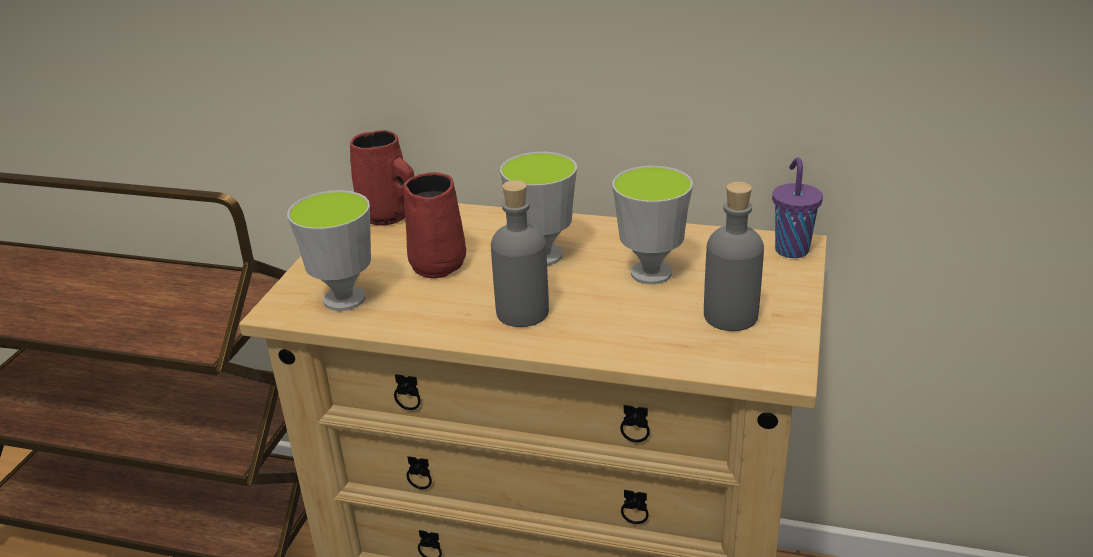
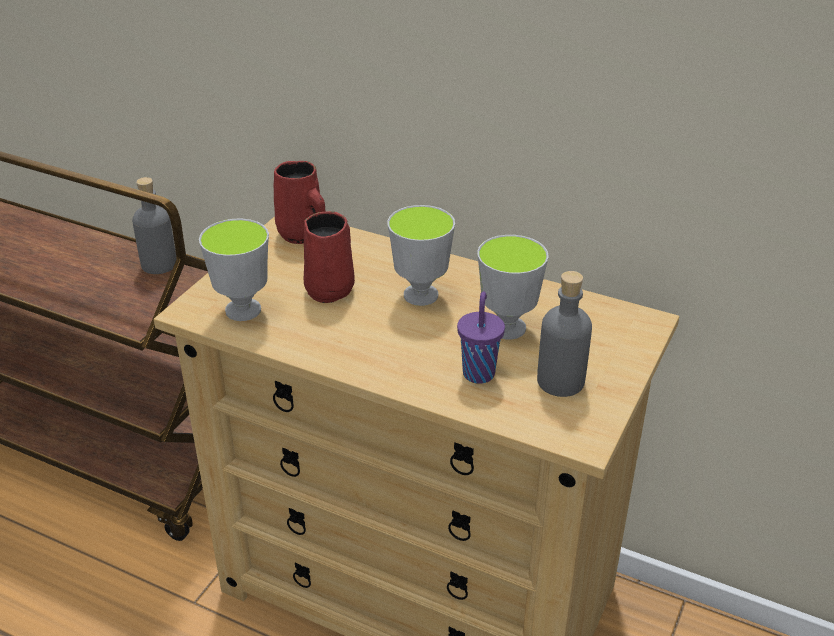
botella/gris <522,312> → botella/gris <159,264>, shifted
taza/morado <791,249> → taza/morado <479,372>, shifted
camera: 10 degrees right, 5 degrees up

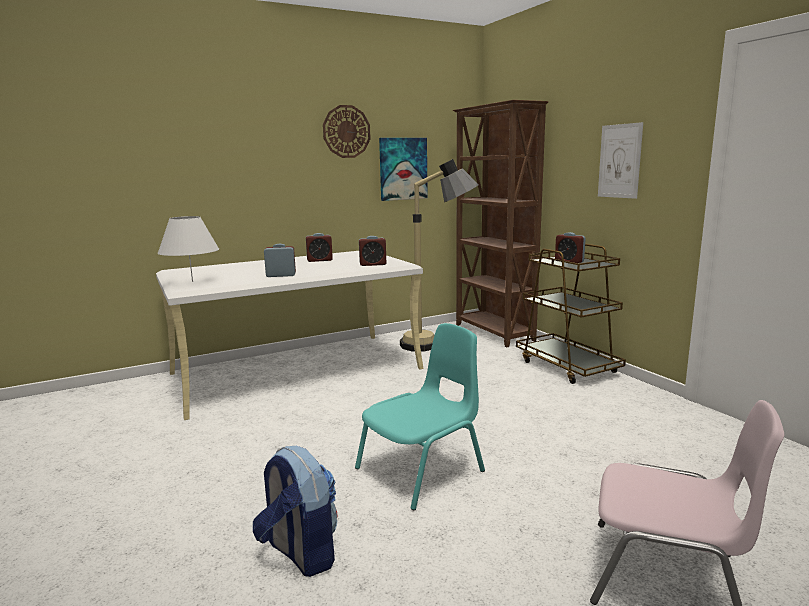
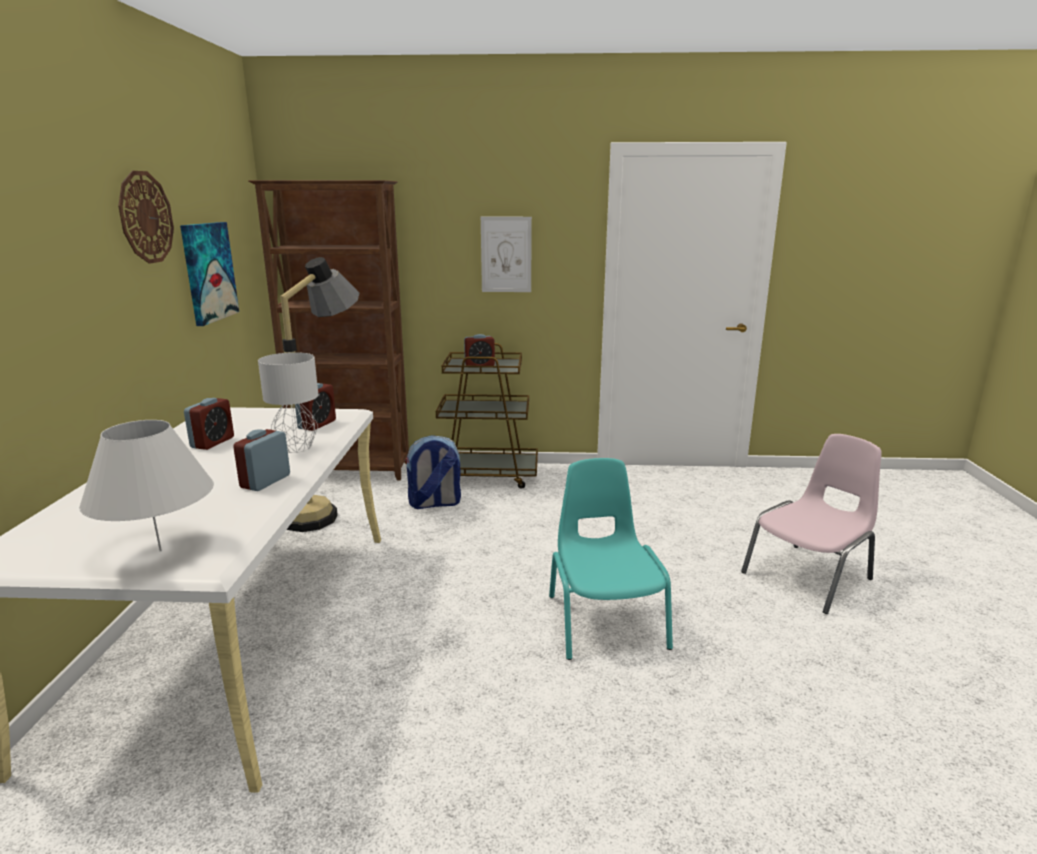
- → lámpara de mesa/gris <297,448>
mochila <300,553> → mochila <434,503>, shifted
camera: 60 degrees left, 5 degrees up

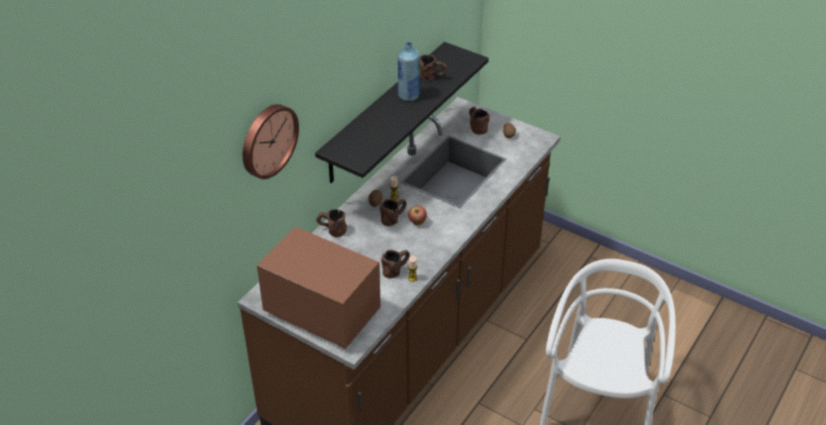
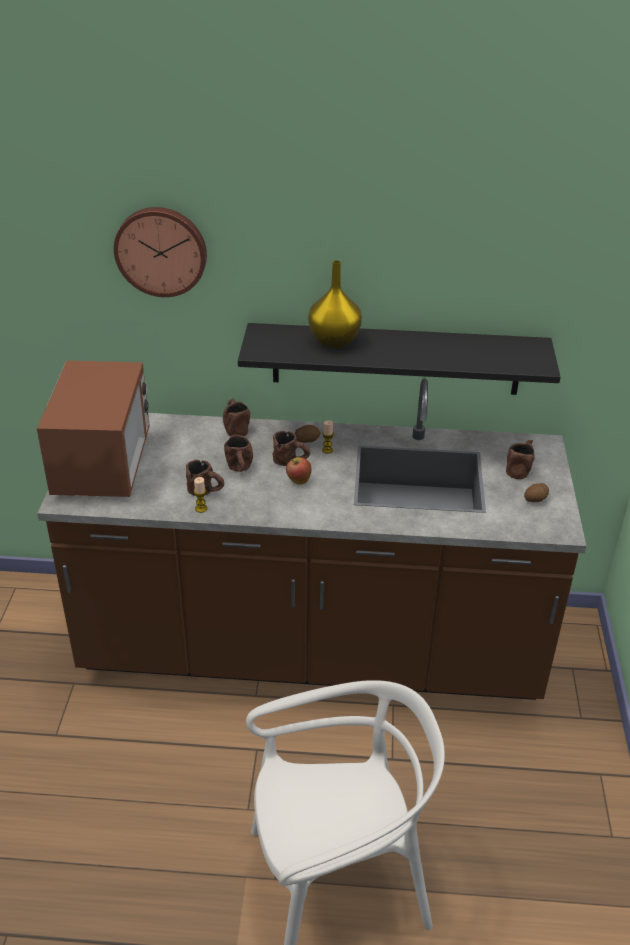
botella/azul <408,96> → -
- → florero/amarillo <333,341>
taza grande/marrón <432,77> → taza grande/marrón <240,469>, shifted
camera: 60 degrees right, 5 degrees down

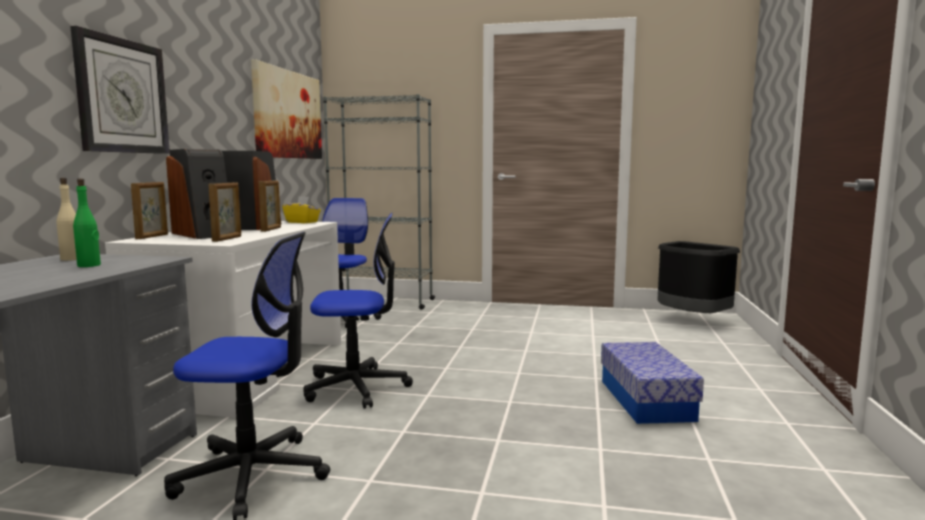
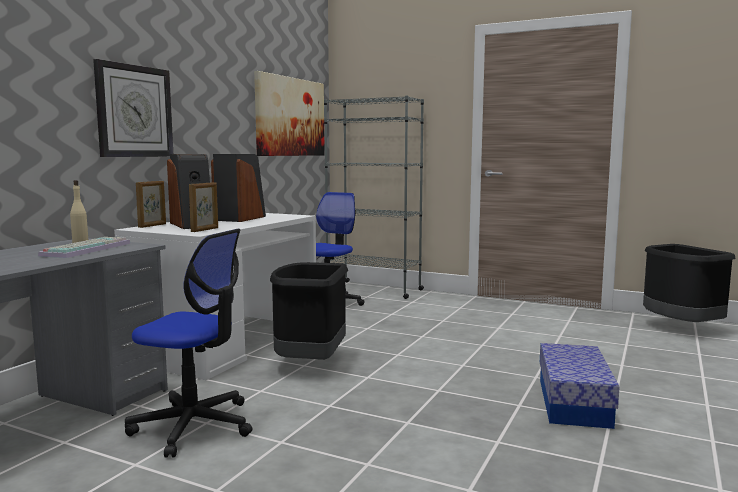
portarretratos <271,229> → -
caja de pañuelos/amarillo <302,222> → -
botella/verde <89,265> → teclado <86,249>
silla de oficina <356,387> → papelera/negro <310,364>
camera: 15 degrees right, 0 degrees up

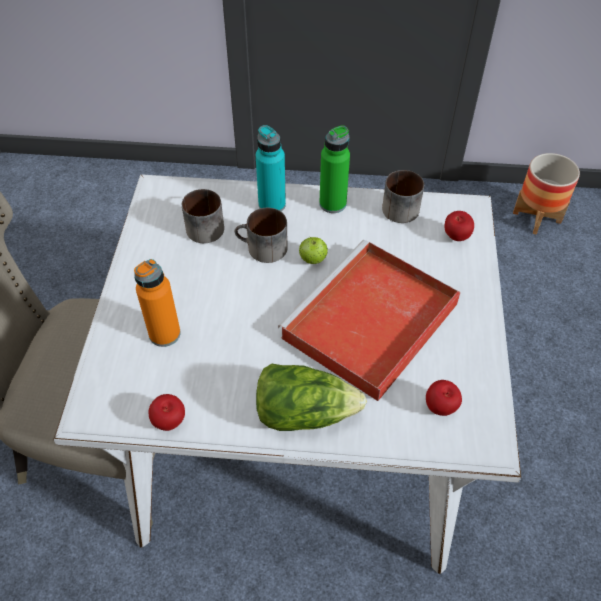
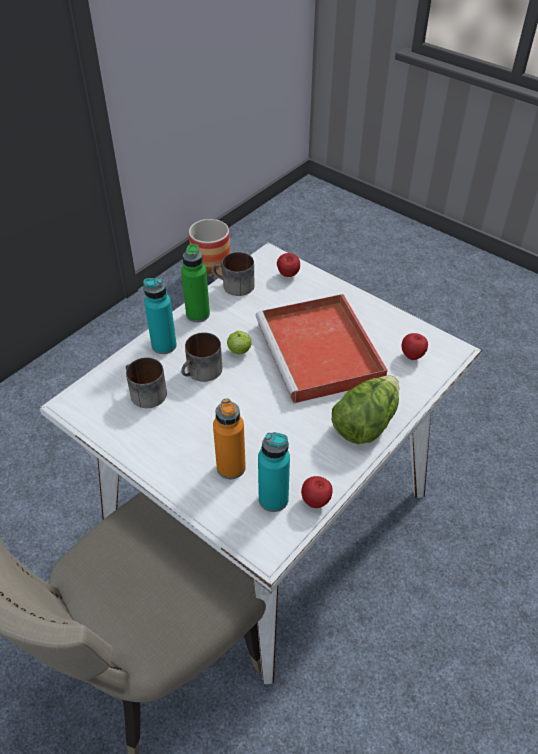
- → botella/turquesa <273,499>
camera: 55 degrees left, 5 degrees down

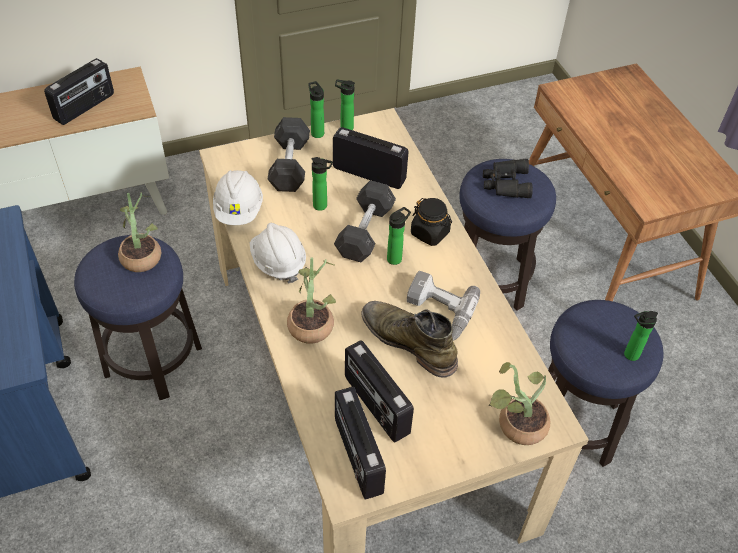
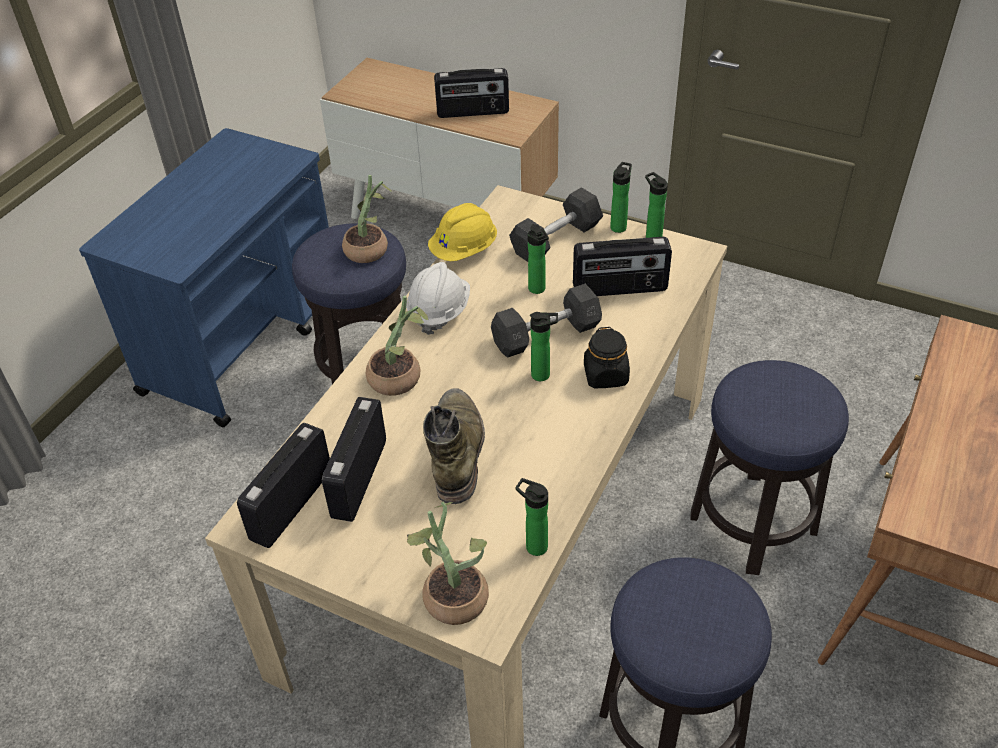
taladro <438,311> → -
prismáticos/negro <505,183> → -
botella <629,355> → botella <533,545>, shifted
casco/blanco <239,210> → casco/amarillo <464,250>
radio <369,173> → radio <620,289>, 105 degrees clockwise
camera: 50 degrees right, 5 degrees down

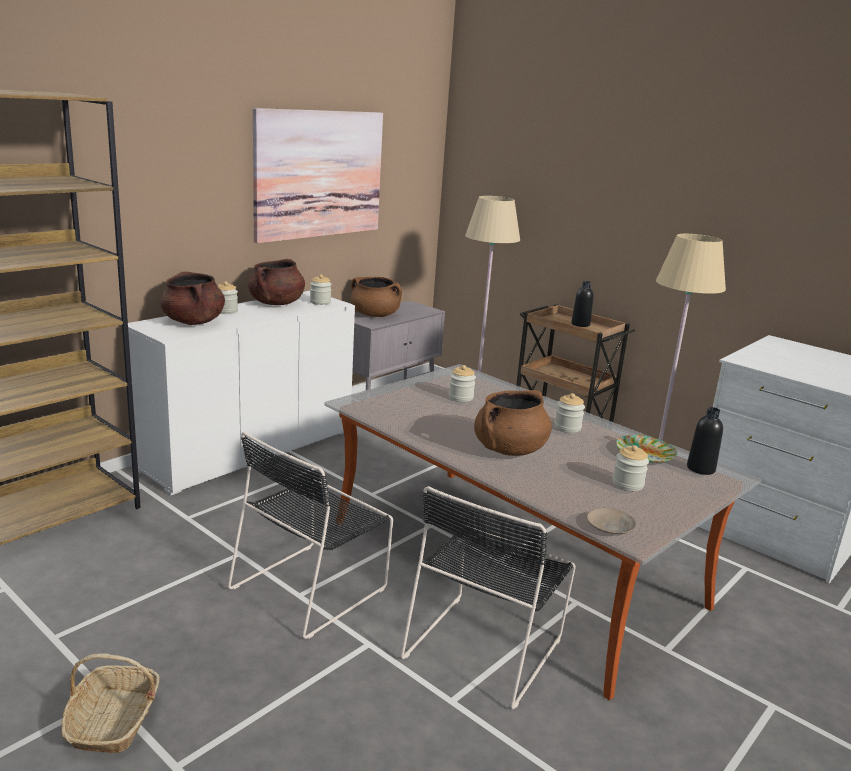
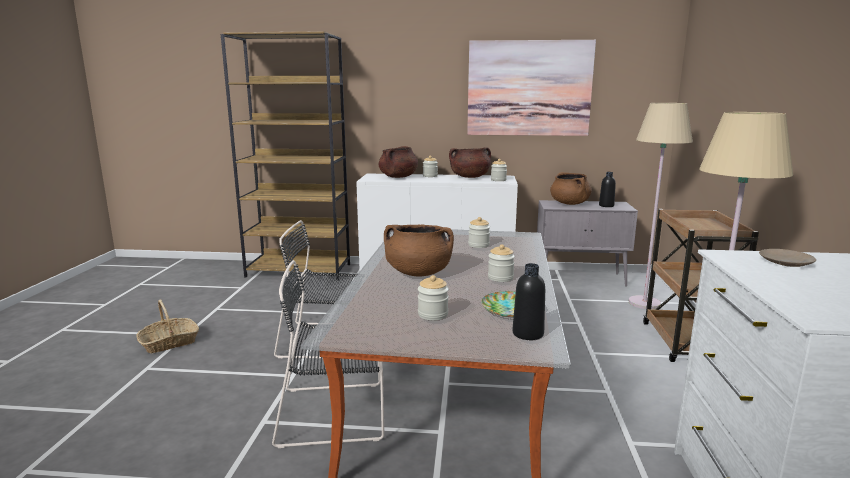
botella/negro <580,324> → botella/negro <606,205>, shifted
plato/beis <610,527> → plato/beis <786,263>, shifted
camera: 55 degrees right, 5 degrees down

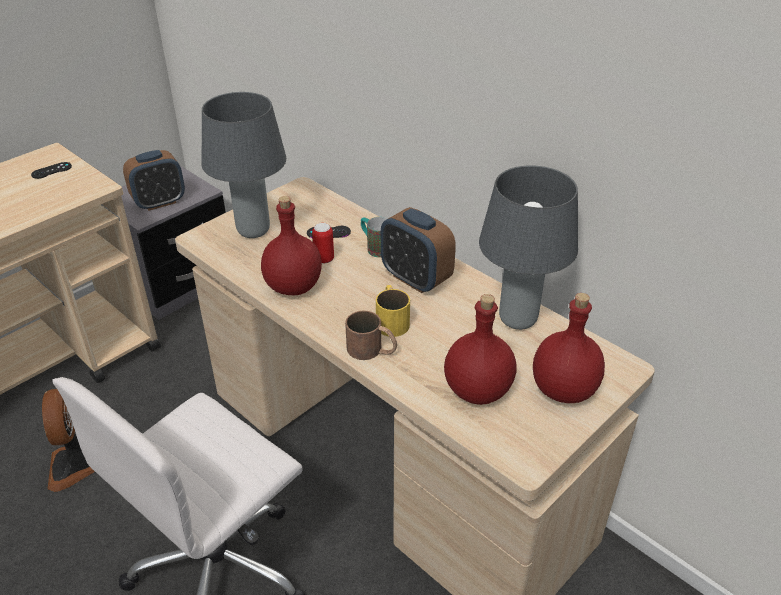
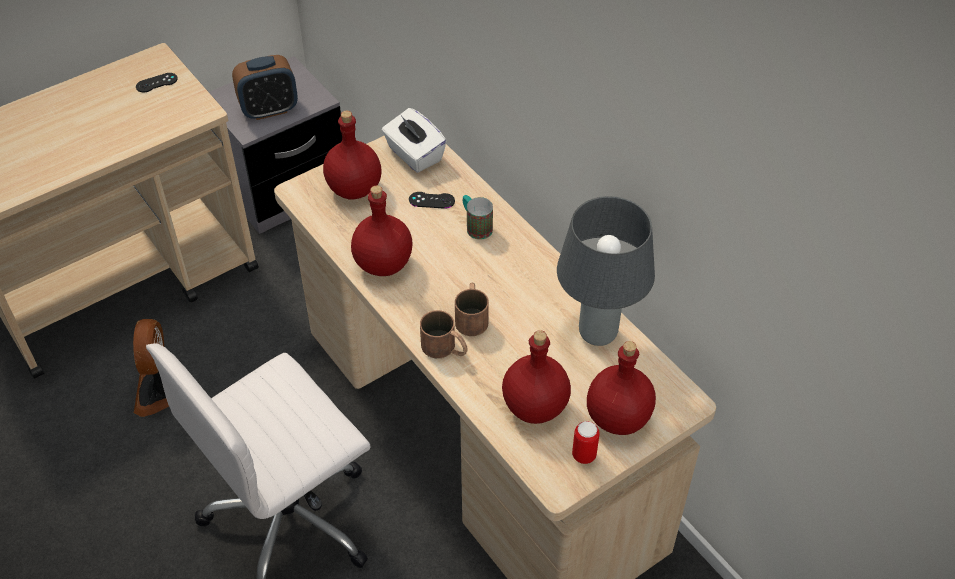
despertador <416,279> → -
- → caja de pañuelos/blanco <414,155>
lata <324,259> → lata <584,455>, shifted
lámpara de mesa/gris <253,231> → botella/rojo <354,189>
taza grande/amarillo <391,319> → taza grande/marrón <472,316>
camera: 10 degrees right, 10 degrees up

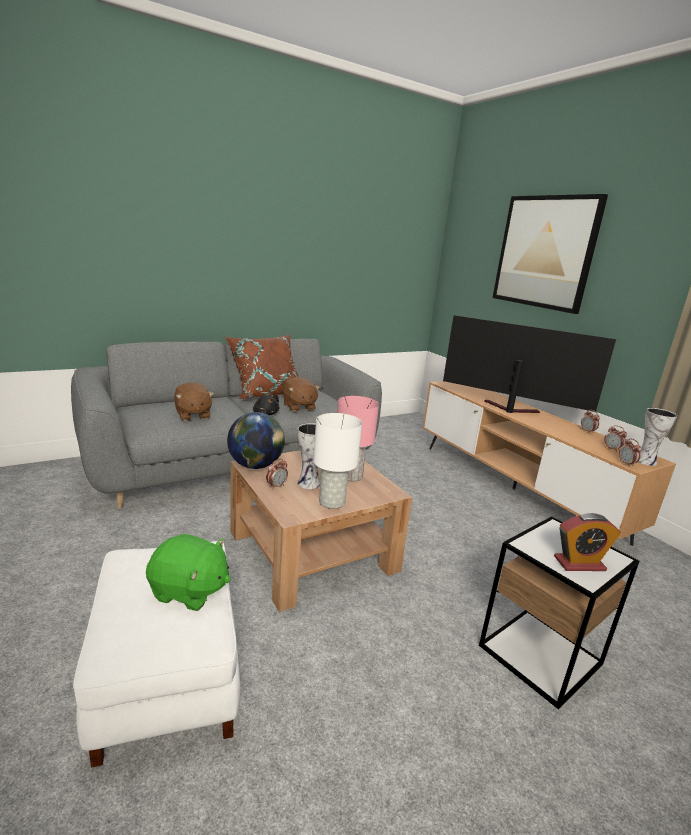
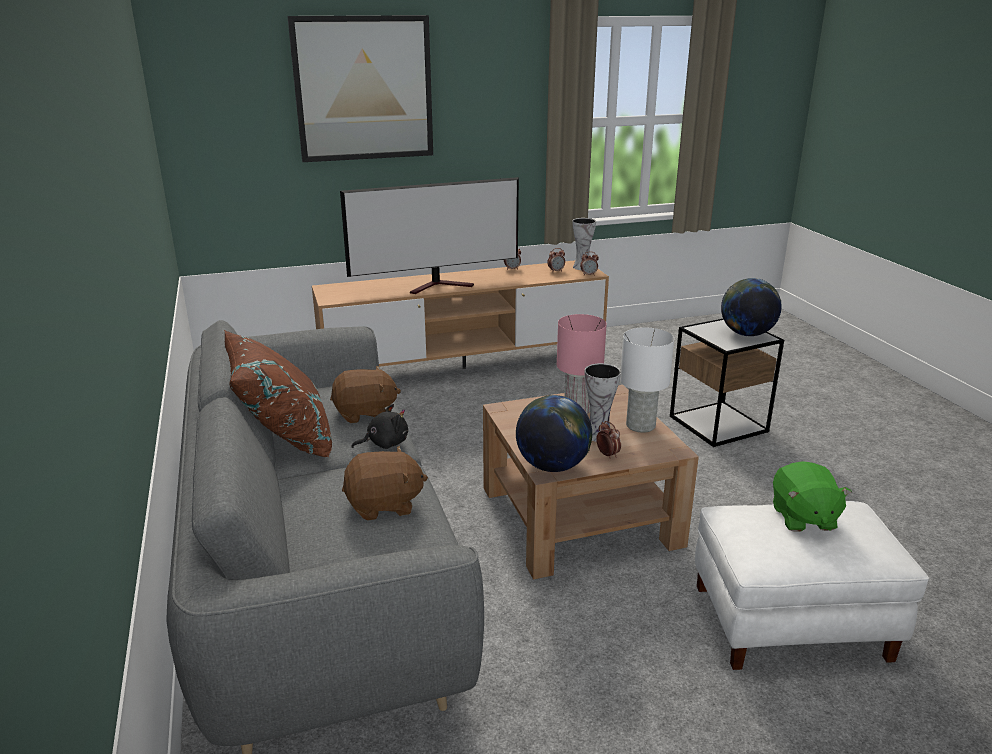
despertador <579,563> → globo terráqueo <746,334>
peluche/verde <189,591> → peluche/verde <802,518>, 150 degrees clockwise
televisor <508,409> → televisor <441,286>, 150 degrees counterclockwise
camera: 75 degrees left, 5 degrees up

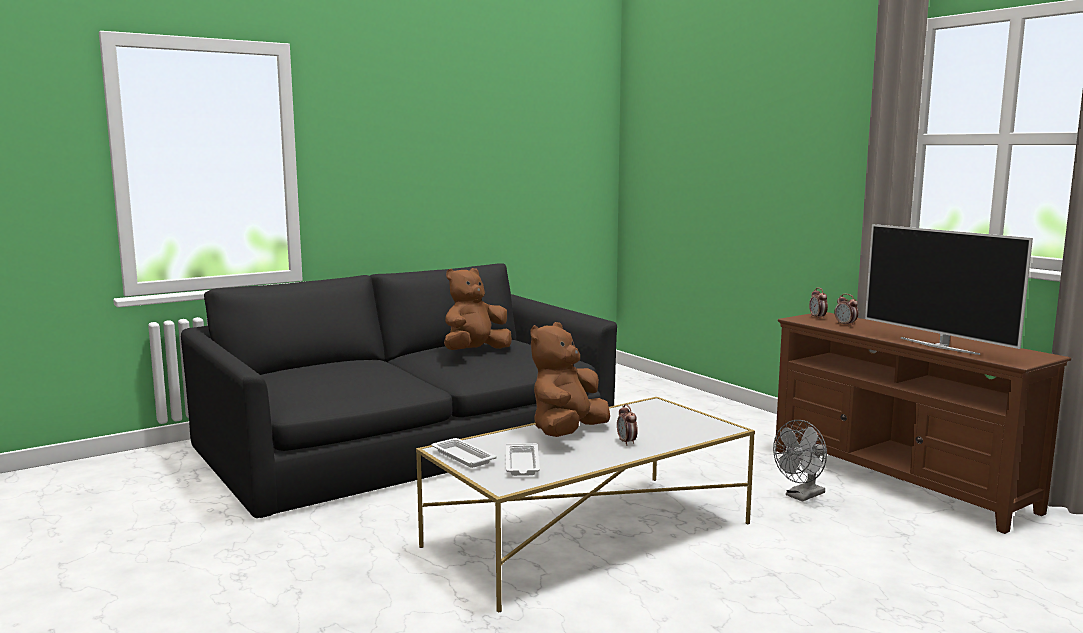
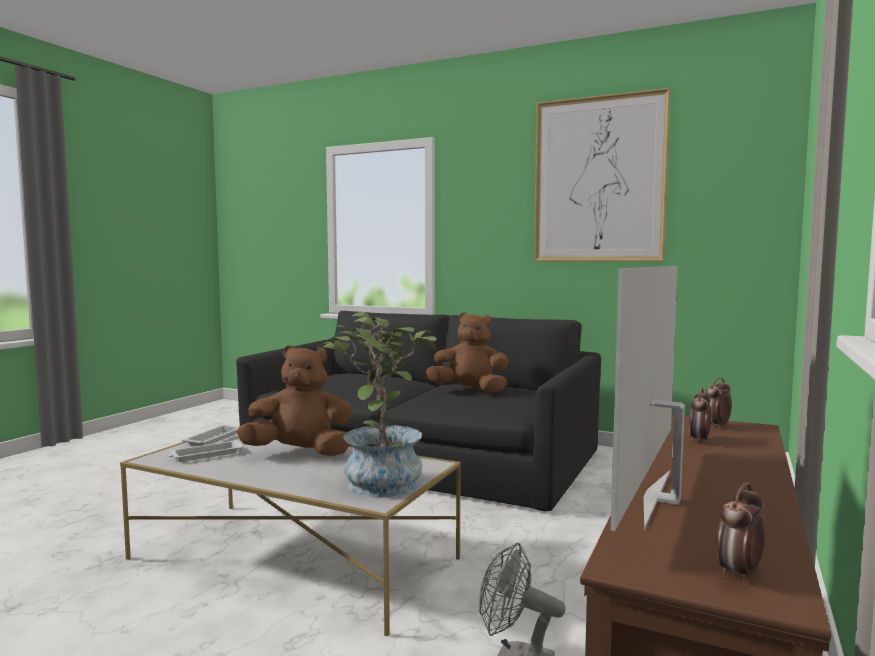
- → planta en maceta <380,479>
- → cuadro <599,180>
despertador <626,442> → despertador <739,574>, shifted
camera: 60 degrees right, 5 degrees down

